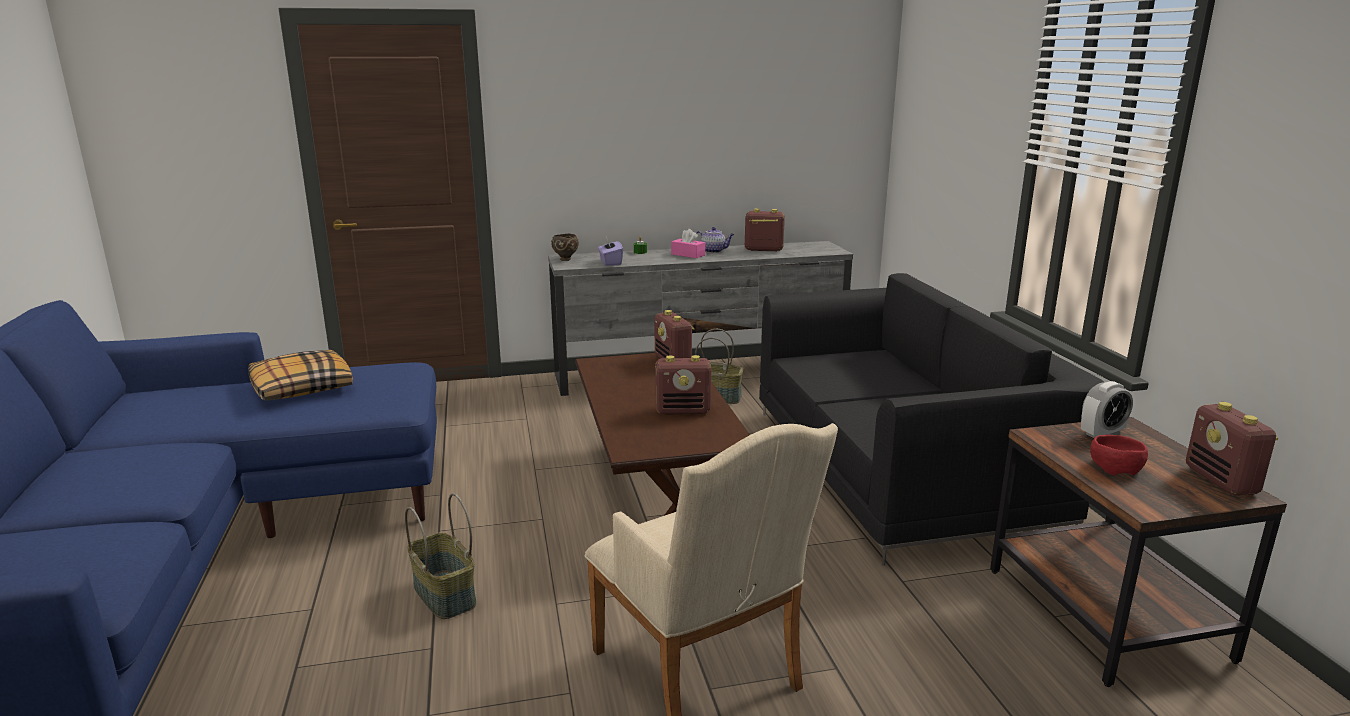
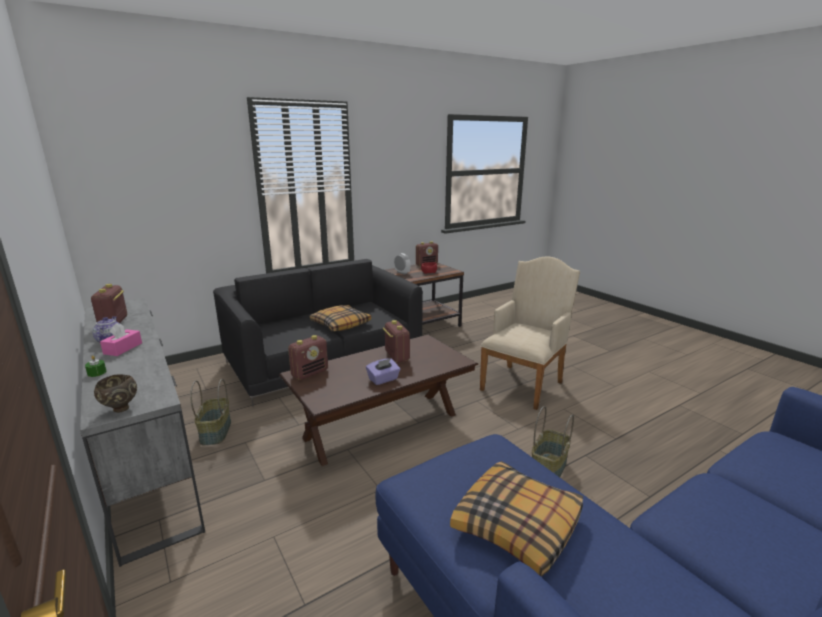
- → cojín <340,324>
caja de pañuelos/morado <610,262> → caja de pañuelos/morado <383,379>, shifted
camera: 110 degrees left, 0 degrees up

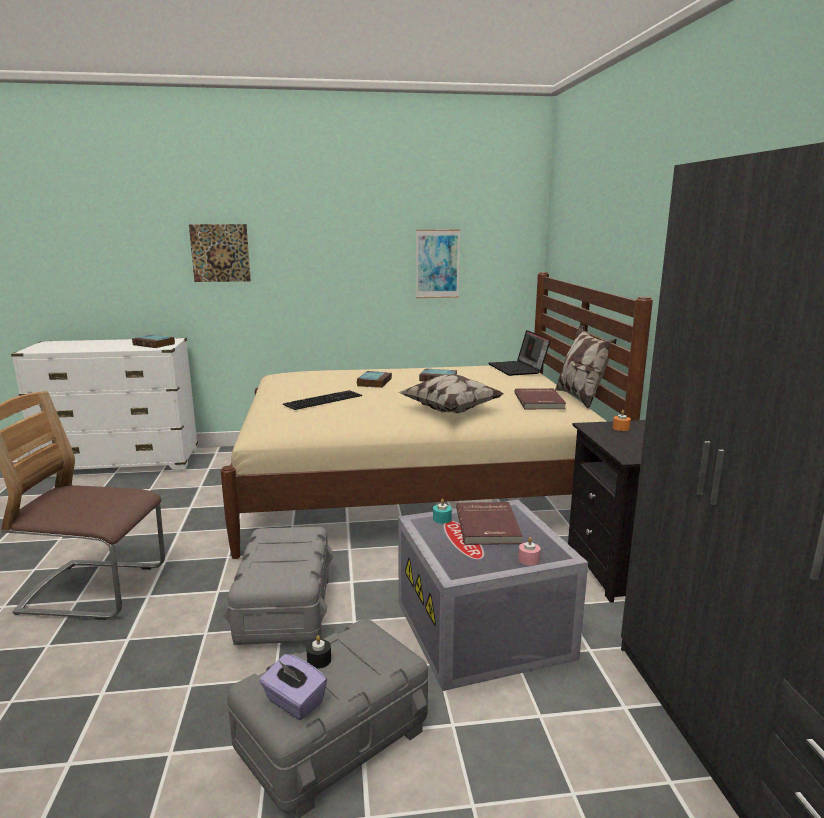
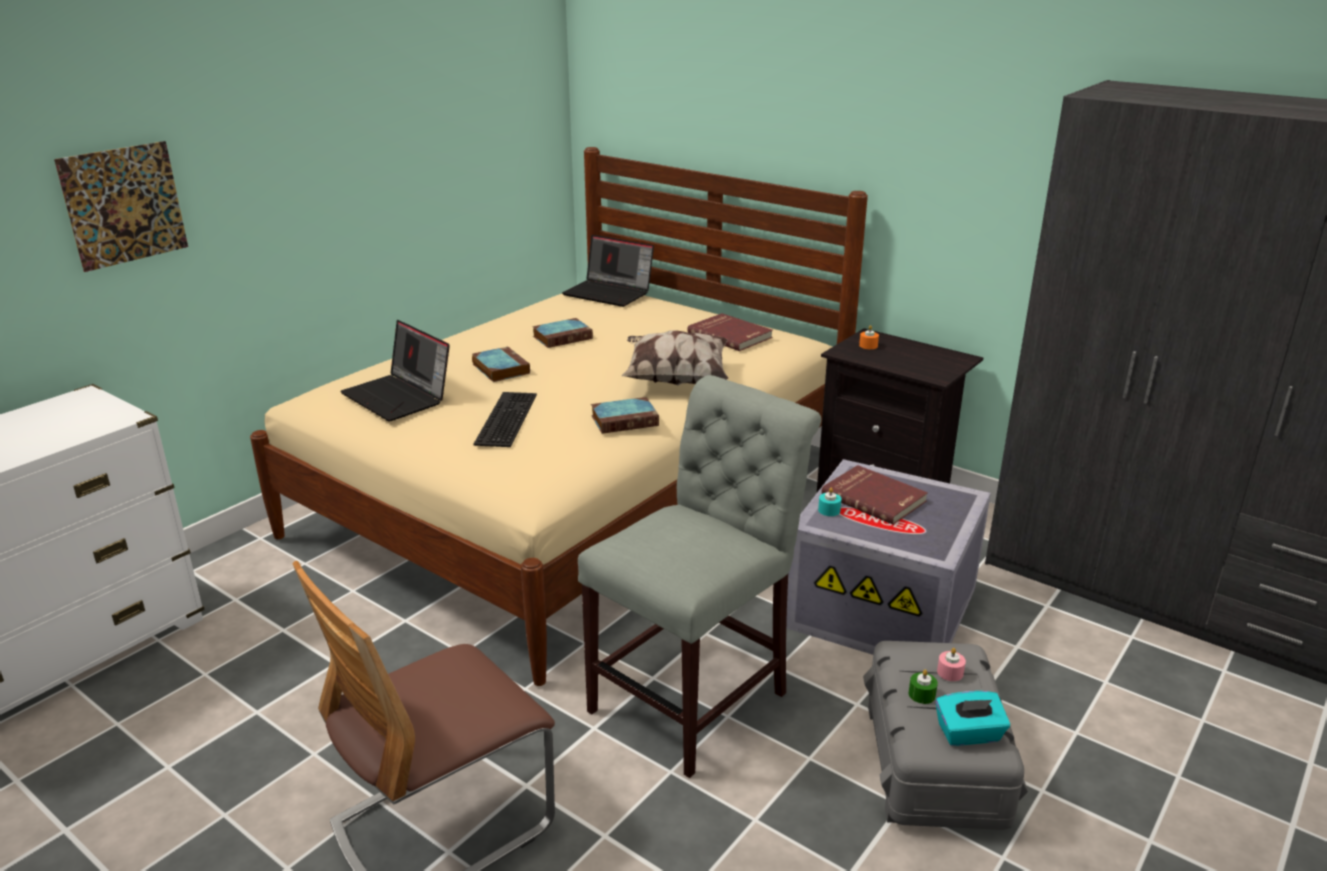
cuadro <437,264> → -
cojín <580,398> → -
- → portátil <399,397>
libro <155,344> → libro <626,420>, shifted
vela/rosa <528,560> → vela/rosa <950,672>, shifted
caja de almacenaje/gris <286,608> → silla/gris <697,697>
caja de pañuelos/morado <294,702> → caja de pañuelos/turquesa <969,734>
vela/negro <319,660> → vela/verde <921,694>
camera: 45 degrees left, 10 degrees up

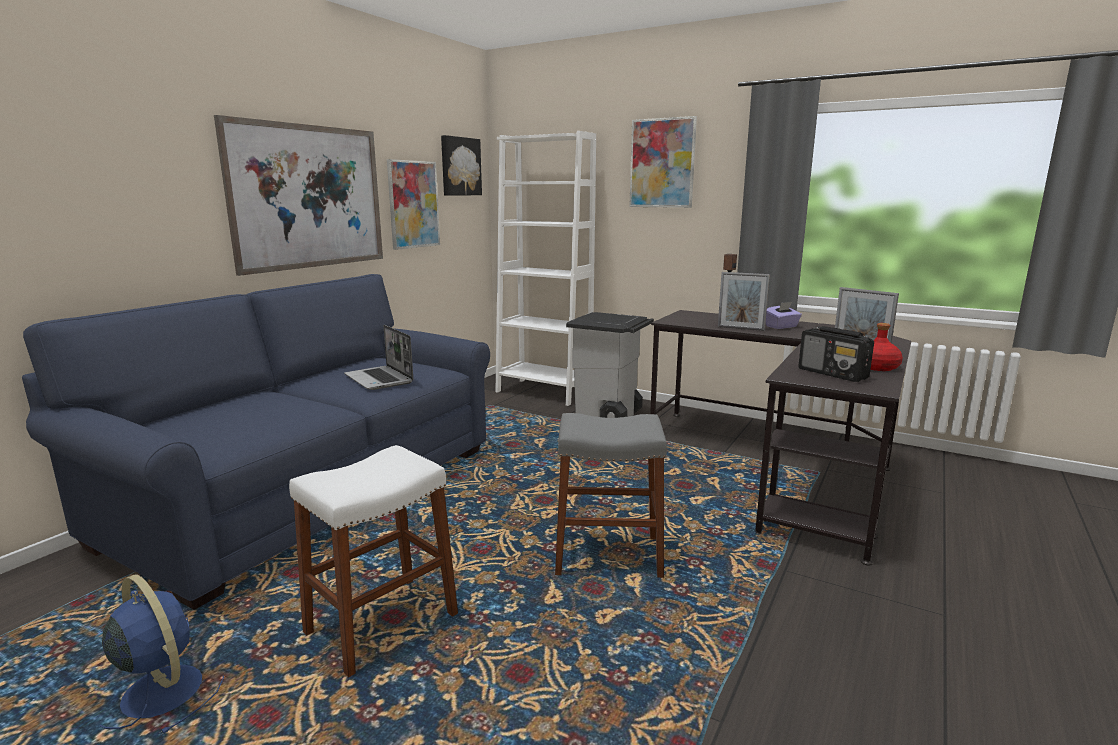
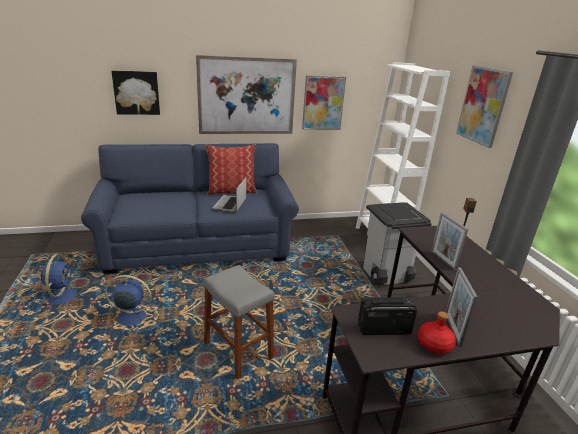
caja de pañuelos/morado <781,326> → -
- → cojín <231,191>
cuadro <460,166> → cuadro <136,92>, shifted
taburete/blanco <382,624> → ventilador/azul <130,317>
radio <833,374> → radio <383,328>, 75 degrees clockwise
camera: 45 degrees right, 10 degrees up

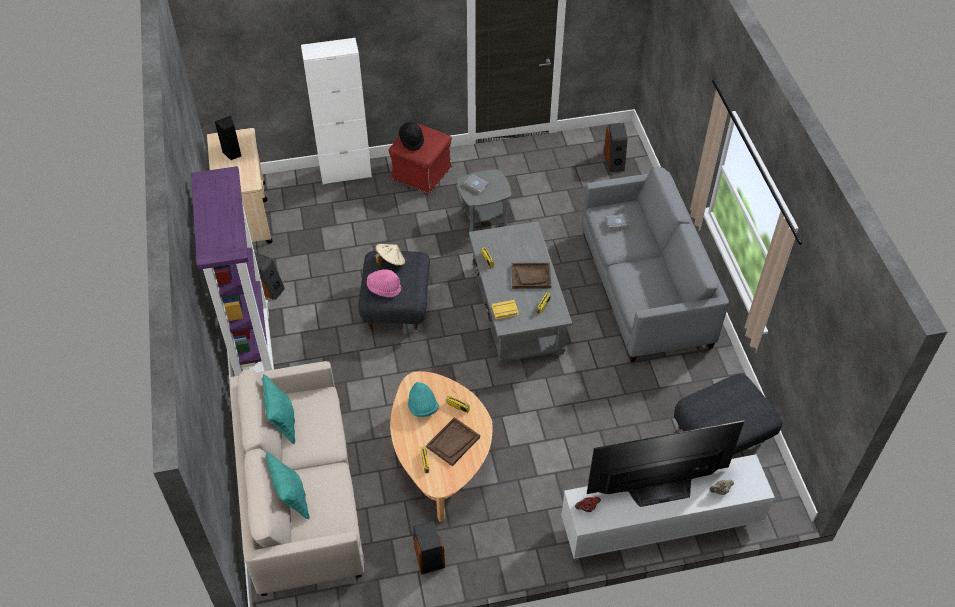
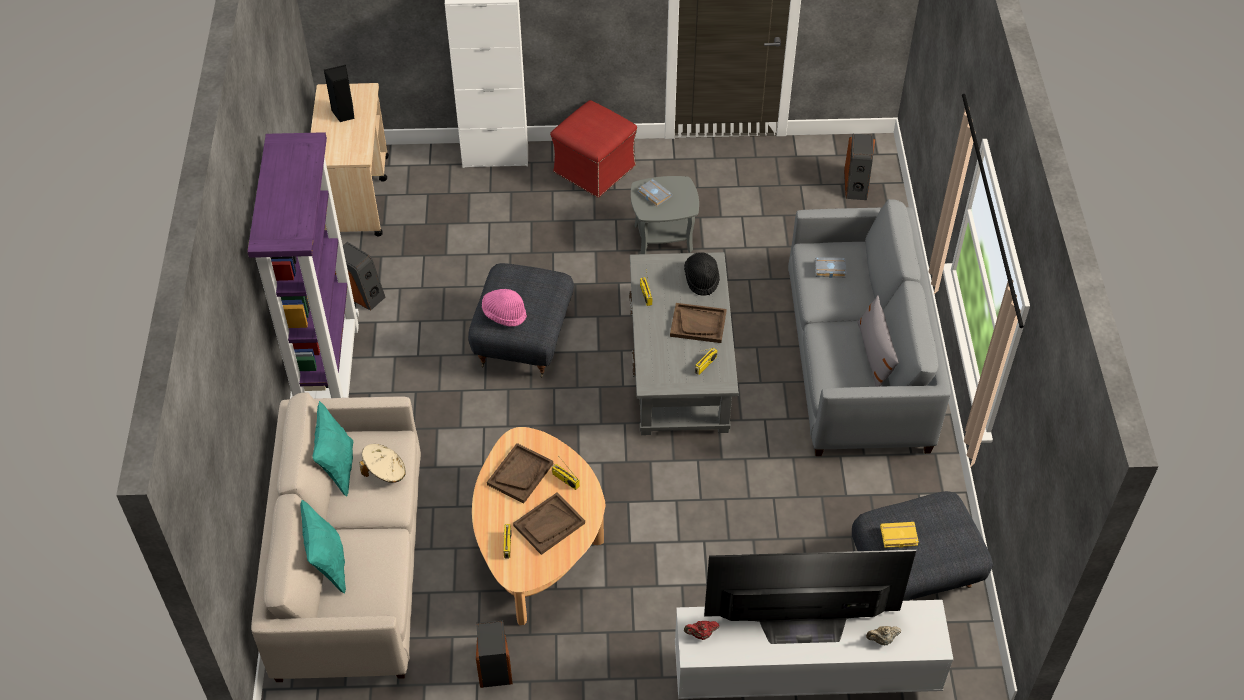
- → cojín/gris <874,355>
sombrero/beis <390,262> → sombrero/beis <385,471>, shifted
sombrero/negro <411,140> → sombrero/negro <701,279>, shifted
libro/amarillo <504,311> → libro/amarillo <898,537>, shifted
sombrero/turquesa <422,407> → bandeja/marrón <520,474>
camera: 10 degrees right, 0 degrees up

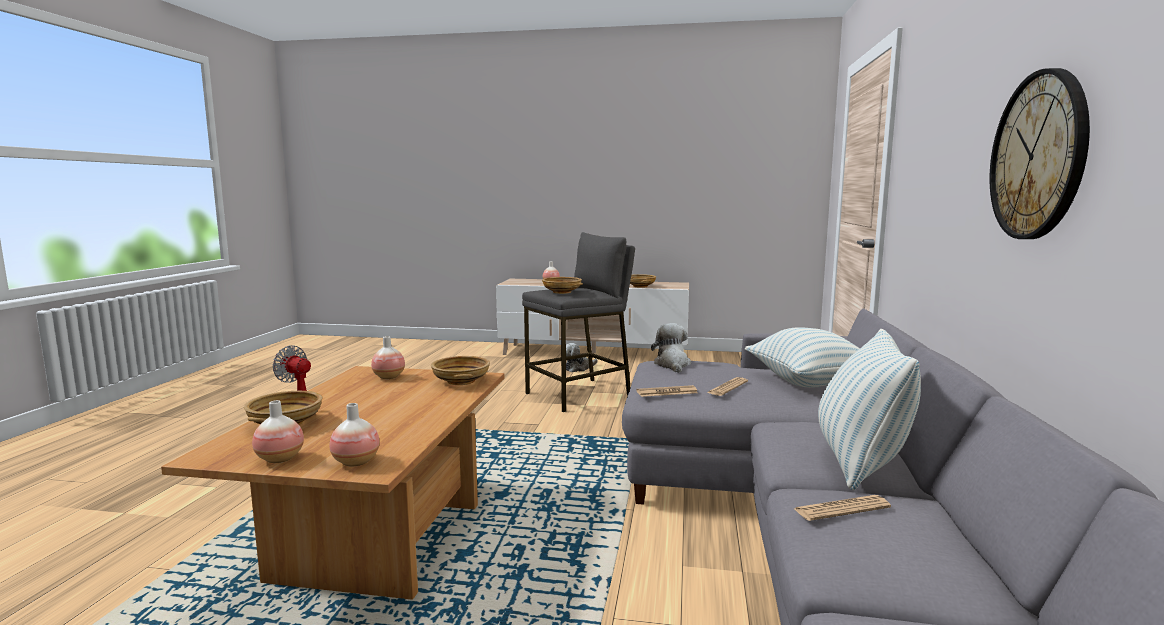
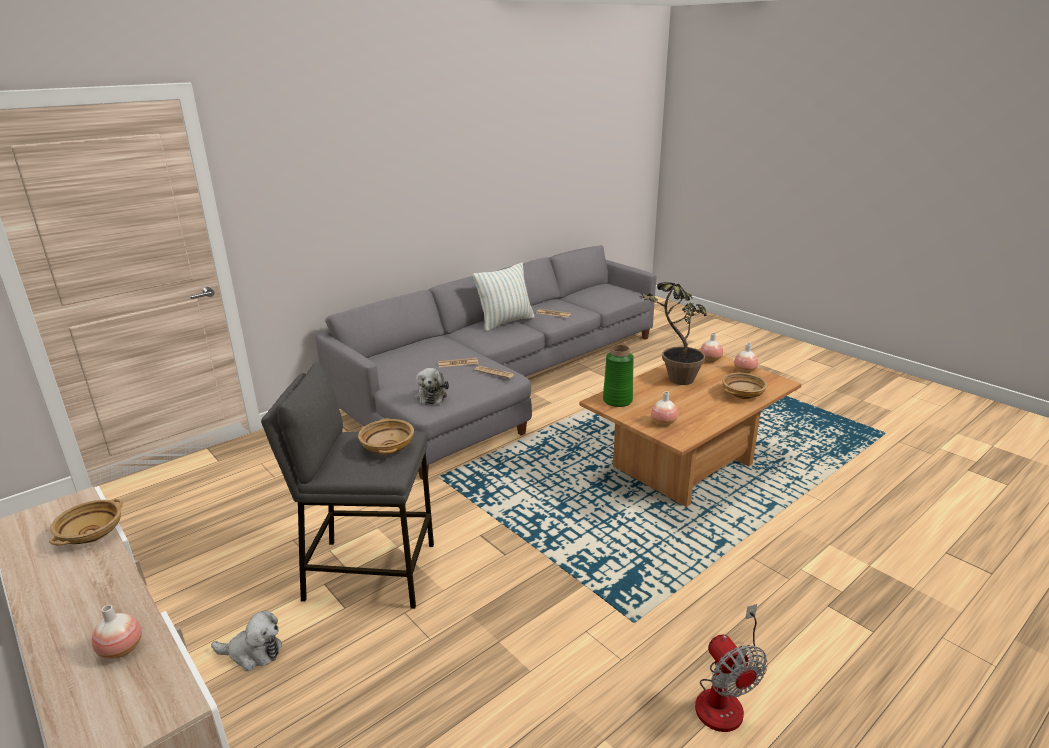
cojín <809,382> → -
reloj de pared <1038,156> → -
- → planta en maceta <672,381>
cuenco/beis <461,381> → florero/verde <617,400>
peluche <672,365> → peluche <431,395>, 45 degrees counterclockwise
camera: 140 degrees left, 15 degrees up

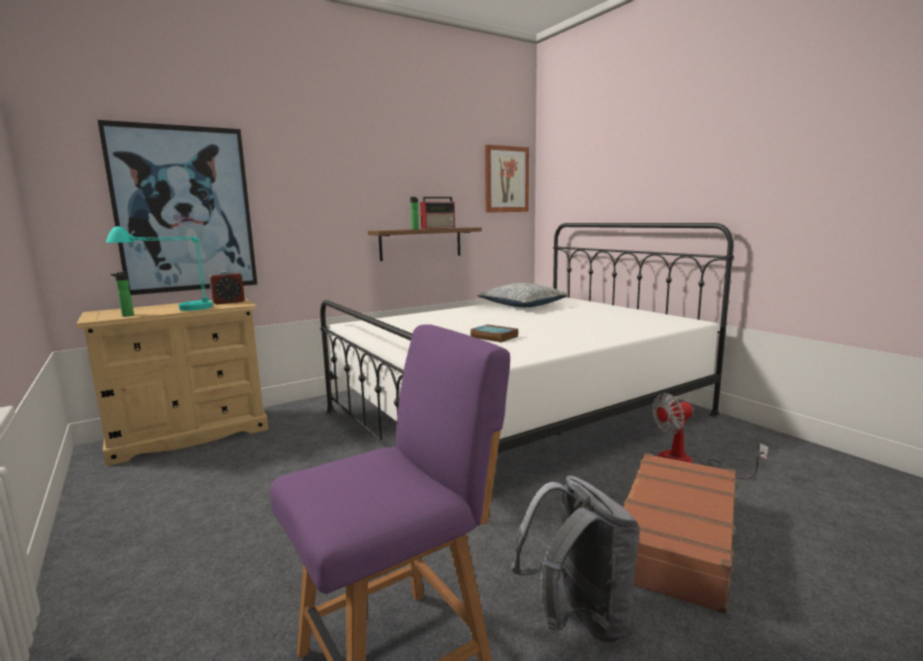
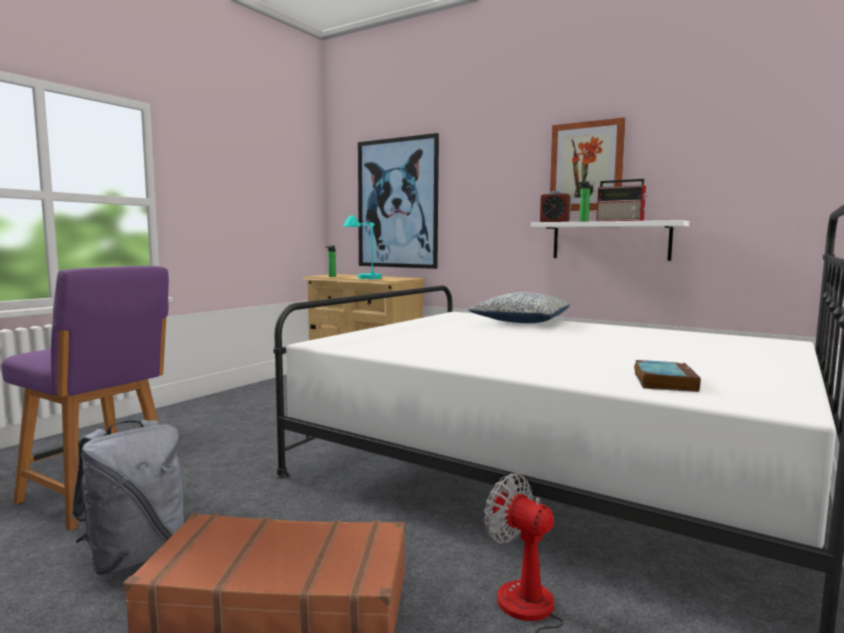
despertador <228,302> → despertador <554,222>, shifted
libro <492,337> → libro <663,381>, shifted
cojín <521,306> → cojín <521,322>, shifted
cuadro <506,179> → cuadro <586,166>, shifted
estante/marrón <421,243> → estante/blanco <610,240>
camera: 65 degrees right, 5 degrees down

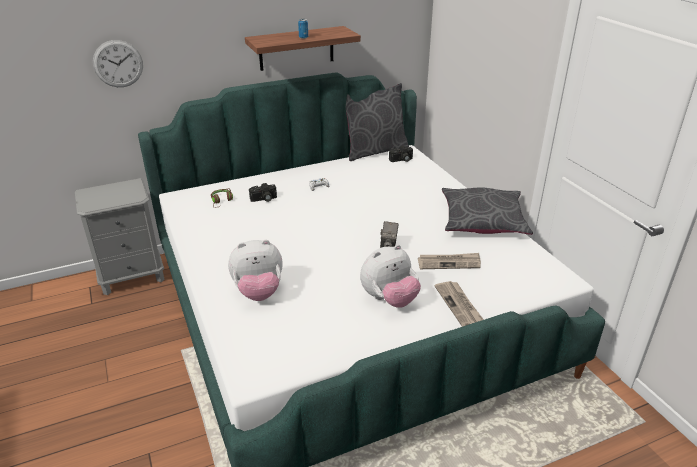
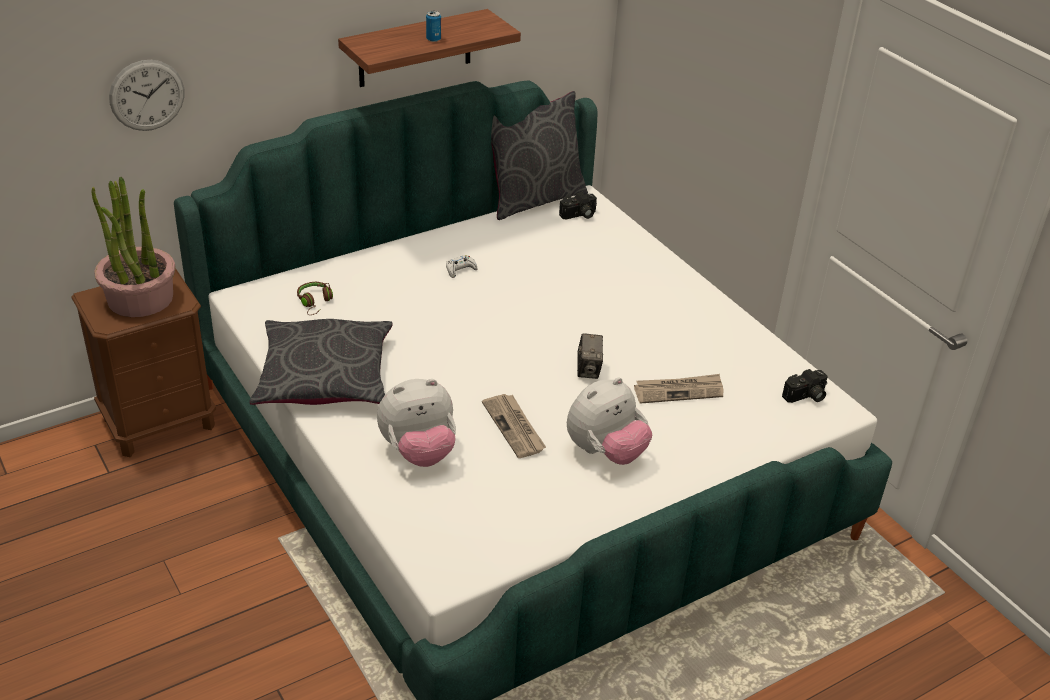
- → planta en maceta <140,298>
cámara <264,199> → cámara <806,397>, shifted
periódico <459,305> → periódico <514,427>, shifted
cojín/gris <483,220> → cojín/gris <325,376>, shifted
mesita de noche/gris <132,276> → mesita de noche/marrón <160,422>
camera: 10 degrees left, 5 degrees up

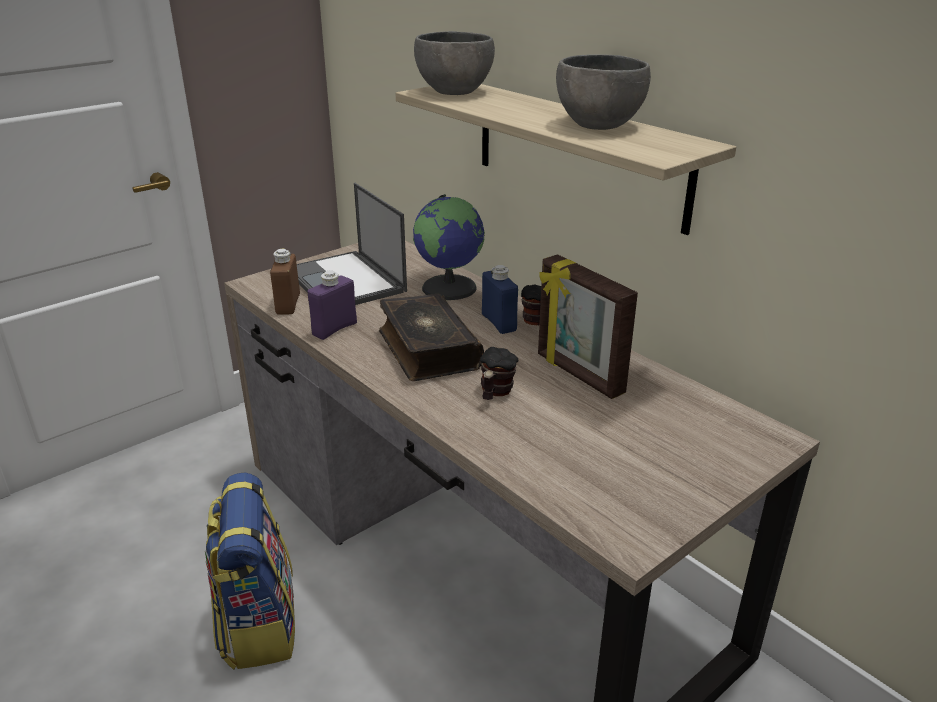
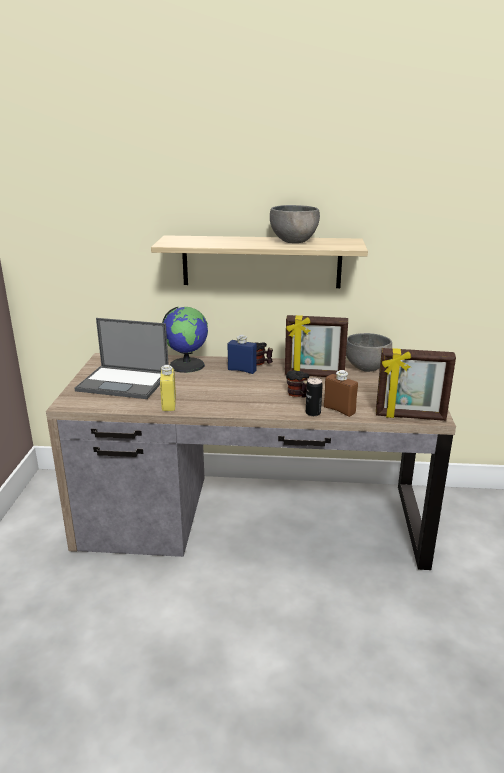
mochila <258,624> → -
libro <427,349> → -
- → lata <313,413>
- → portarretratos <410,417>
botella/marrón <288,304> → botella/marrón <339,410>, shifted
cuenco/gris <455,92> → cuenco/gris <366,367>, shifted
botella/morado <334,329> → botella/amarillo <169,404>
camera: 45 degrees left, 5 degrees down

